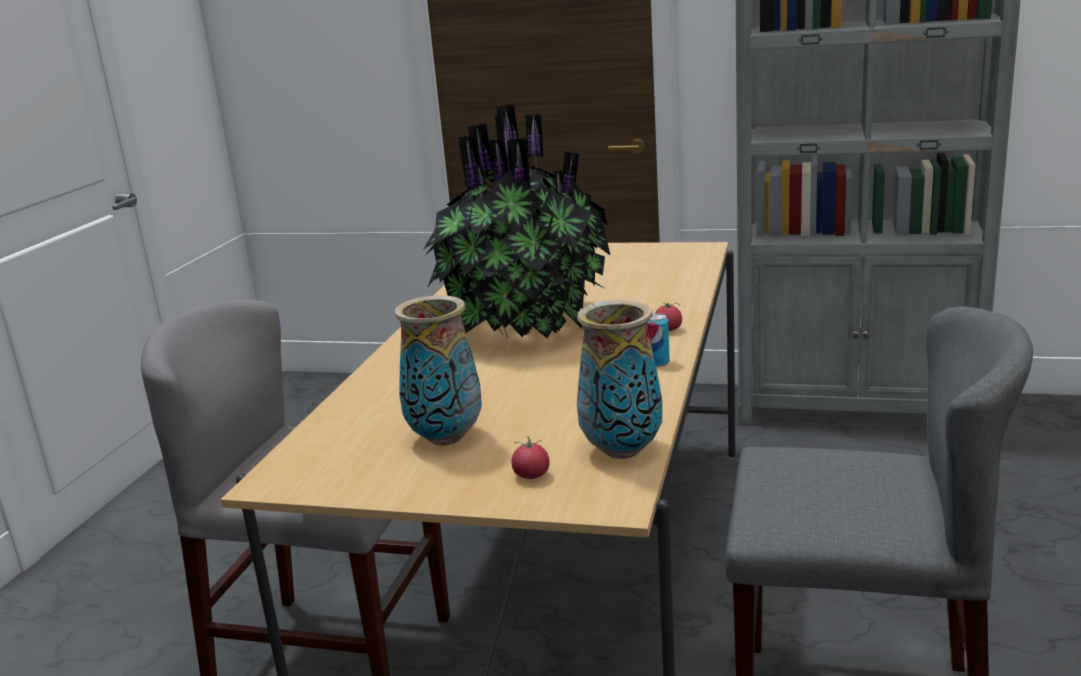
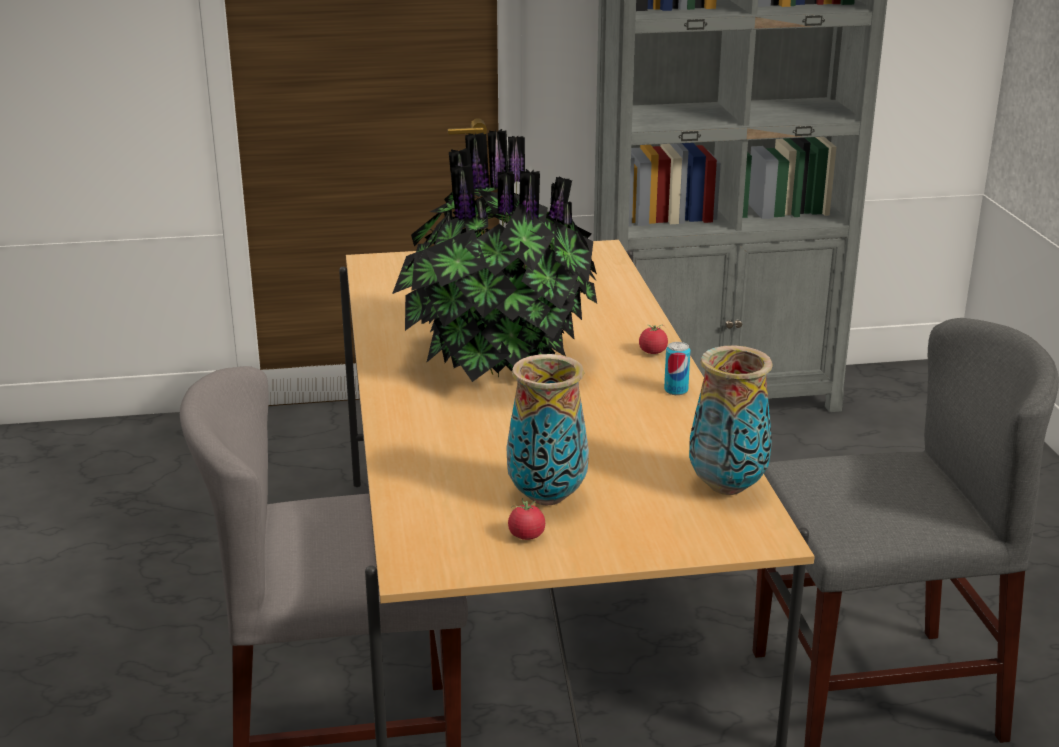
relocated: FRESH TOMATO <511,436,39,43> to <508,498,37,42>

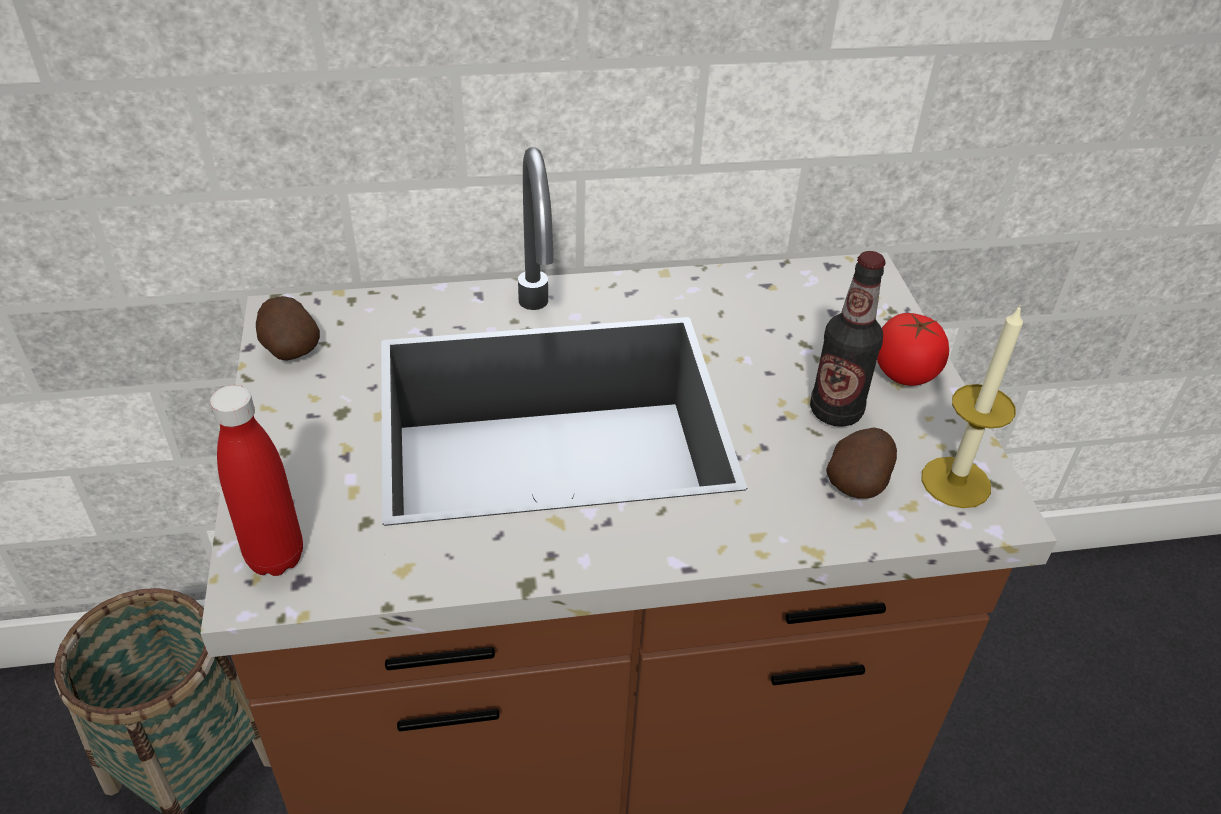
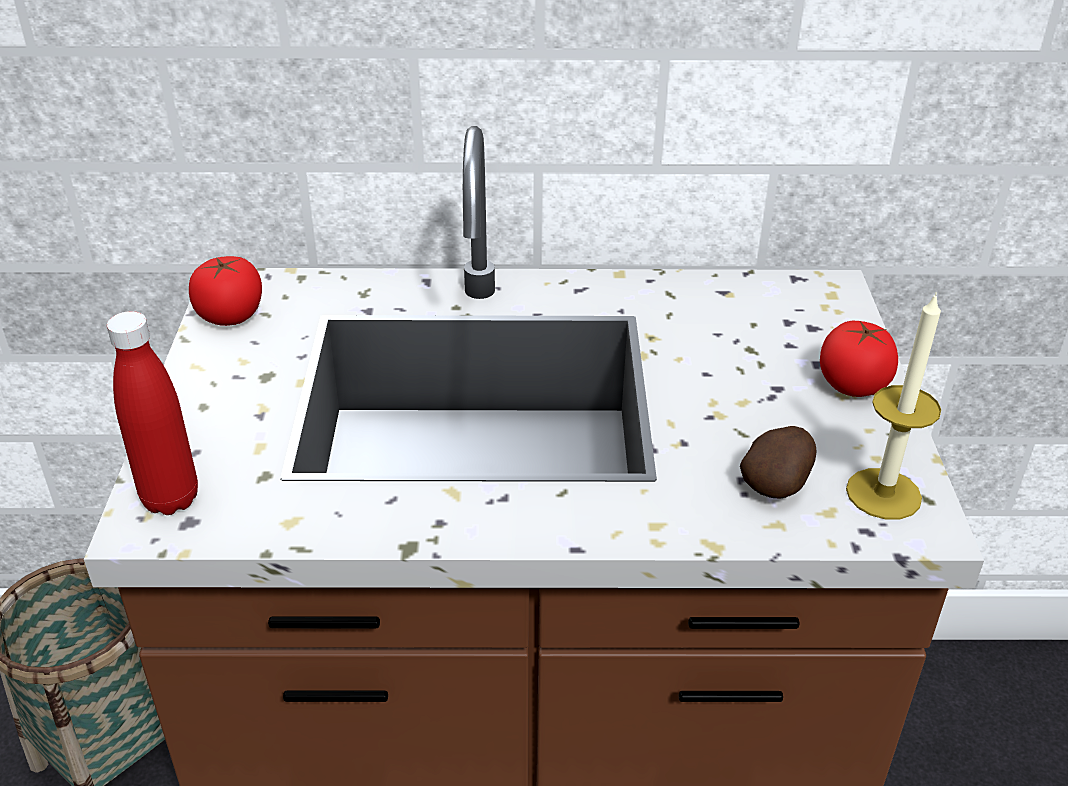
missing: DRINK BOTTLE <810,251,76,176>
exchanged: SPUD <256,296,64,65> to FRESH TOMATO <189,256,73,70>

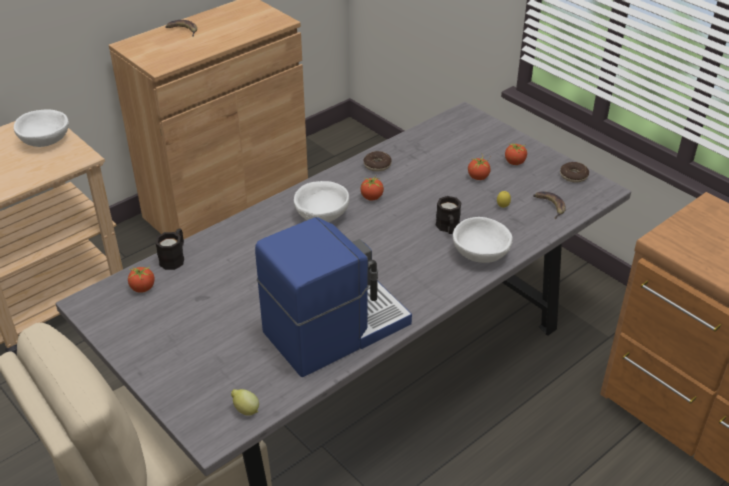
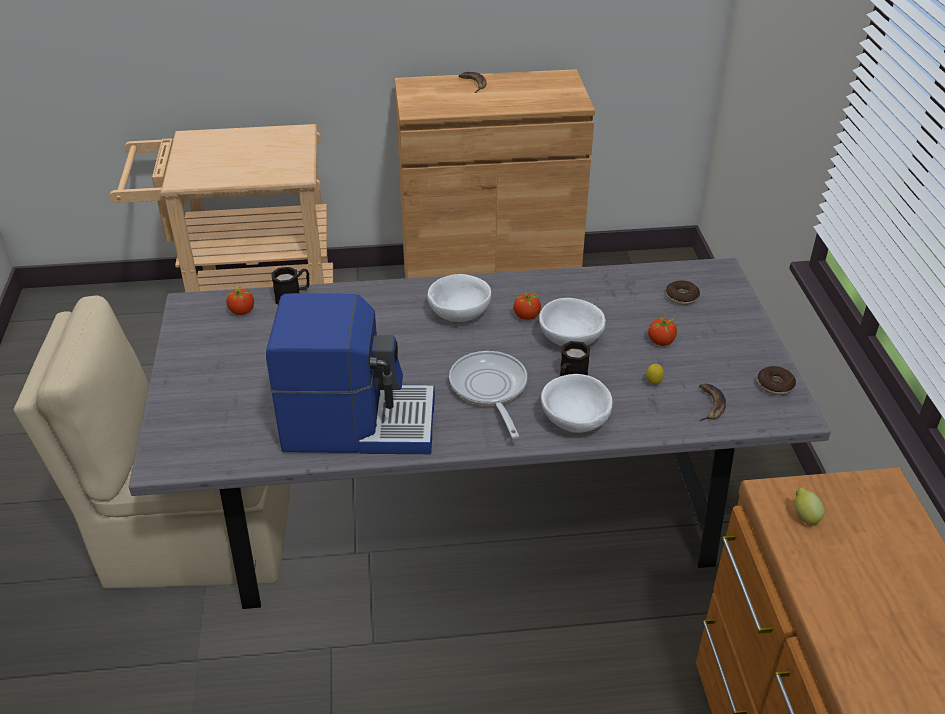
missing: FRESH TOMATO <505,143,23,22>
appeared: SKILLET <449,351,78,87>
relocated: WHITE BOWL <14,109,55,38> to <539,298,67,48>; LEMON <231,389,28,27> to <794,487,31,38>; RING DOUGHNUT <364,151,28,21> to <666,280,34,25>

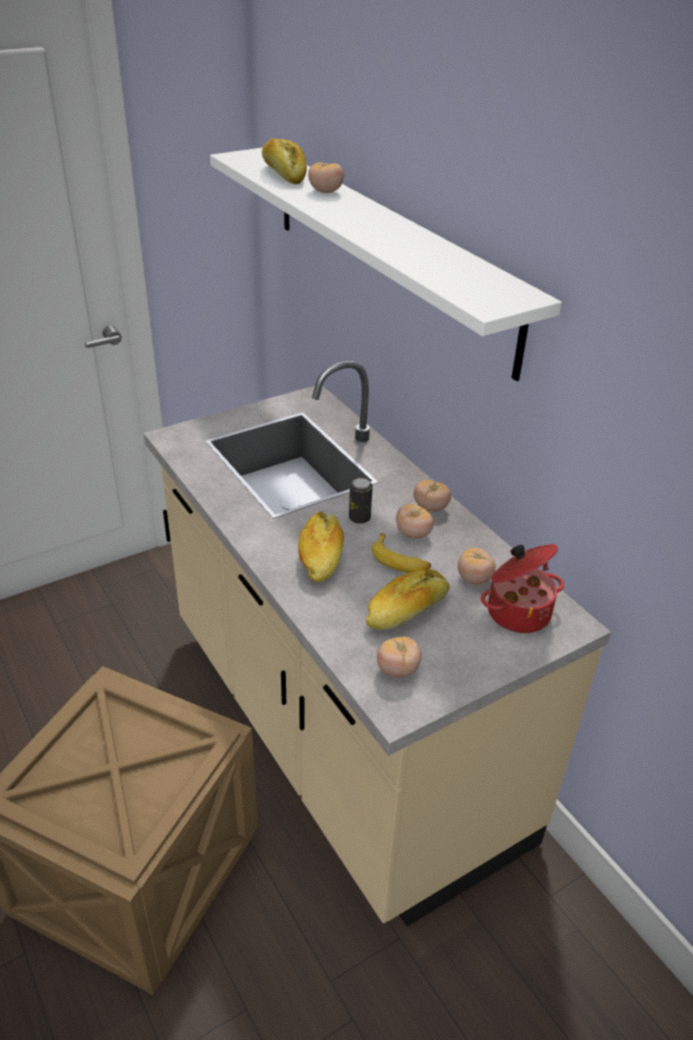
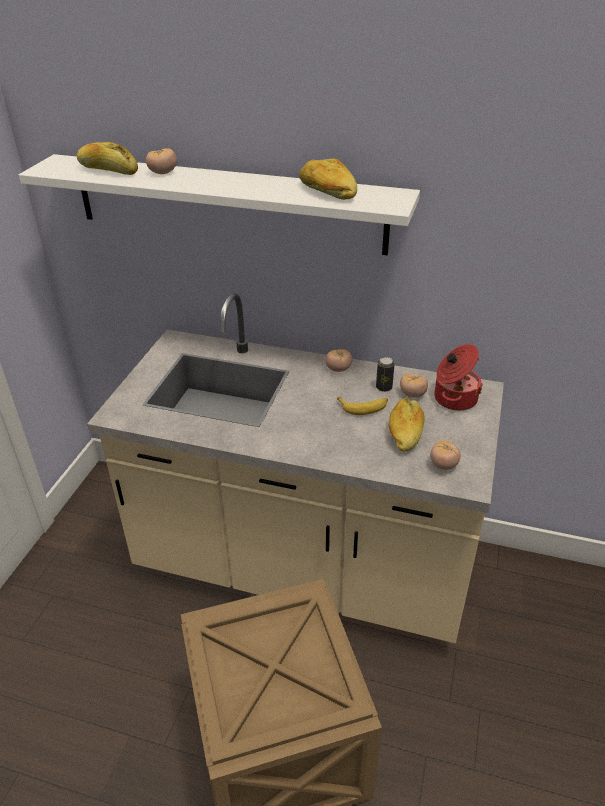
missing: FRESH TOMATO <396,504,38,35>
relocated: BREAD <298,512,46,71> to <299,158,58,42>; METAL CAN <349,478,24,46> to <376,357,19,35>

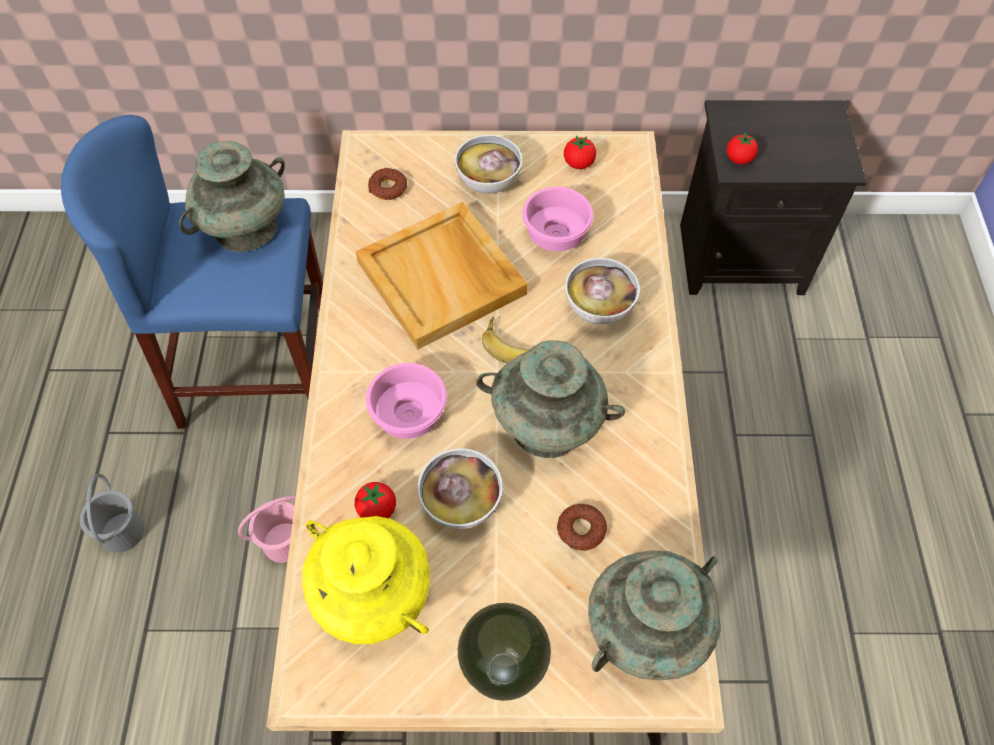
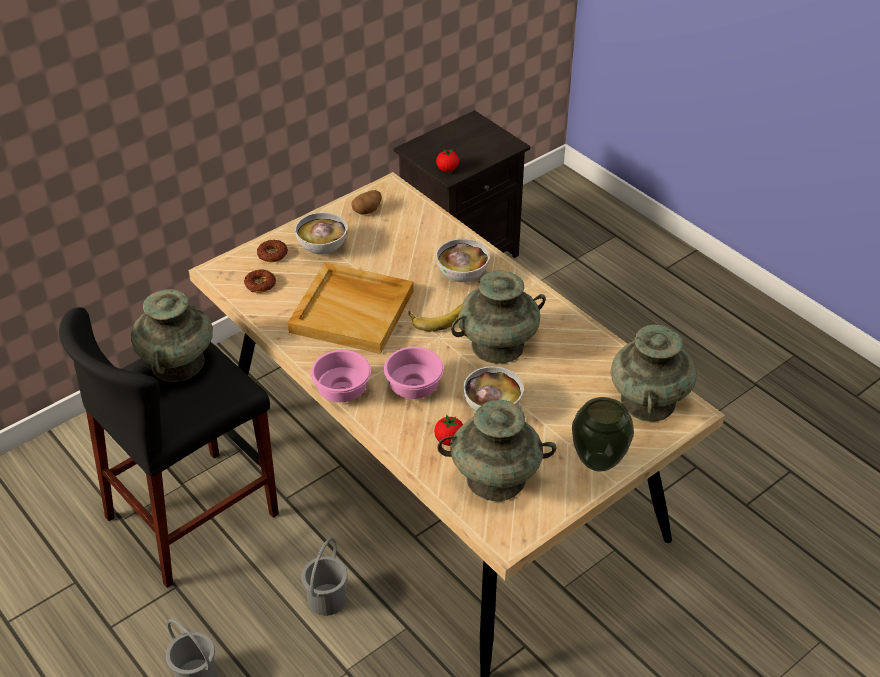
relocated: PINK-COLOURED BOWL <522,187,71,64> to <311,350,60,52>; RING DOUGHNUT <557,504,50,47> to <257,240,31,22>
exchanged: FRESH TOMATO <564,136,32,33> to SPUD <351,190,31,25>
colour: BLUE SITTING STOOL <61,115,262,314> to BLACKISH SITTING STOOL <59,307,220,281>; PINK-COLOURED WATER BUCKET <238,496,58,67> to GREY WATER BUCKET <301,538,46,78>; YELLOW-COLOURED VASE <303,516,127,128> to BLUE-GREEN VASE <437,400,119,101>

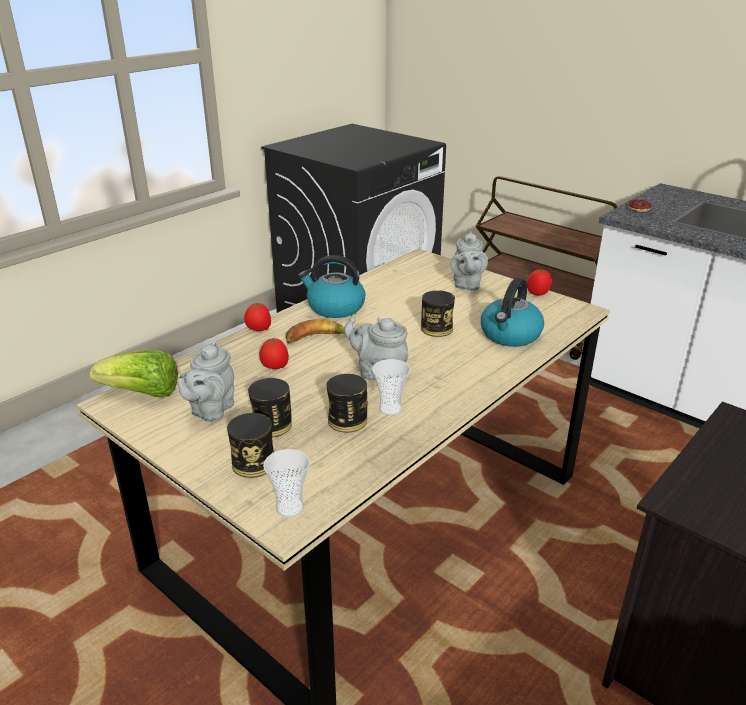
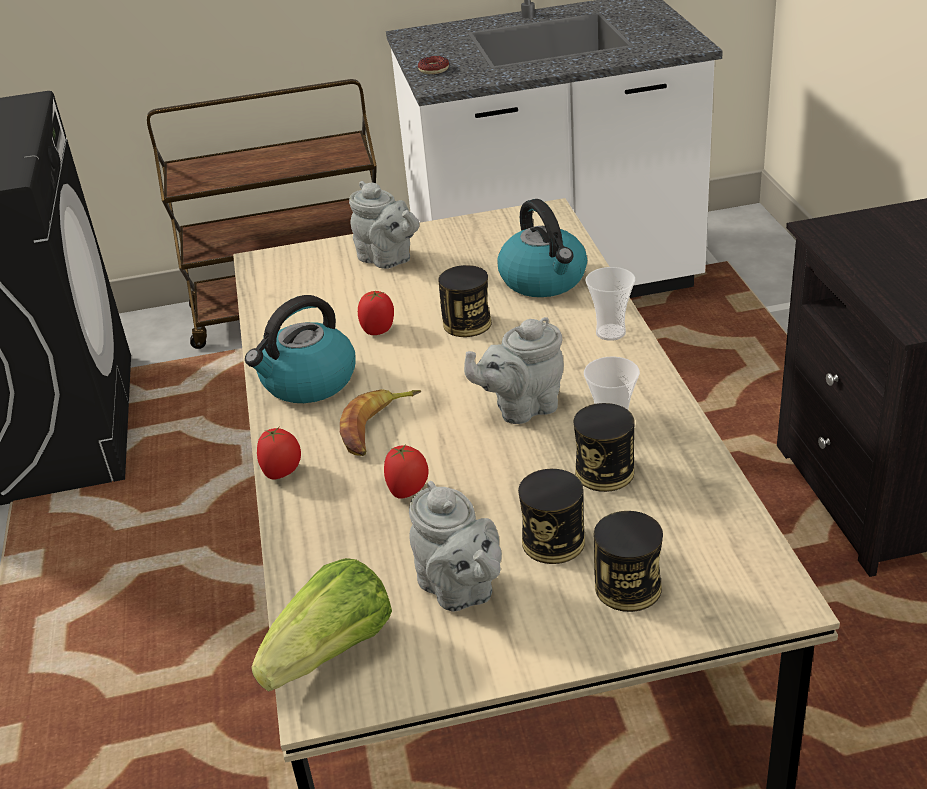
relocated: SMALL CUP <263,449,47,69> to <586,267,49,74>; FRESH TOMATO <527,269,25,27> to <358,291,36,44>

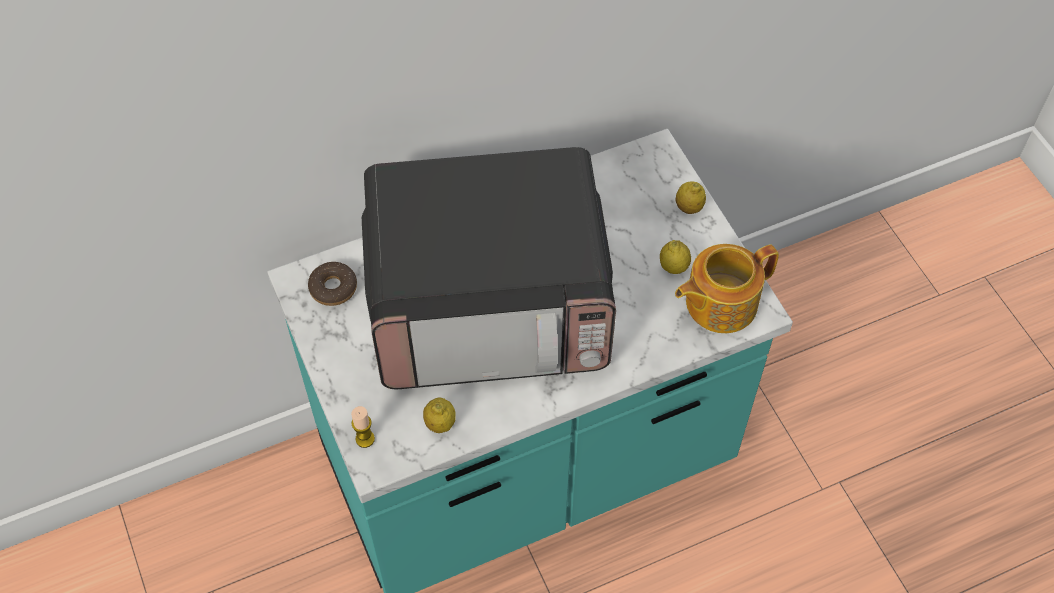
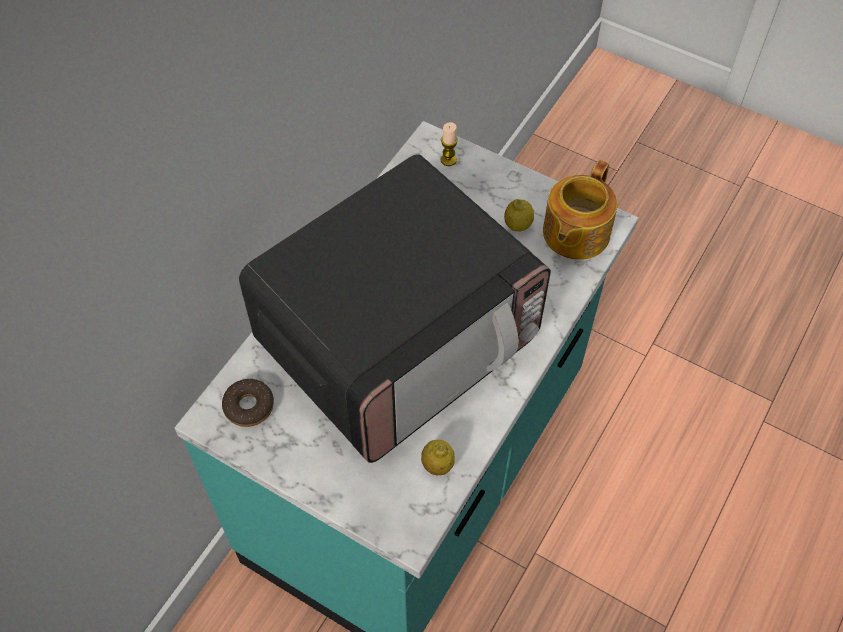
missing: LEMON <675,181,31,33>
relocated: WAX LIGHT <351,406,24,42> to <441,122,17,44>

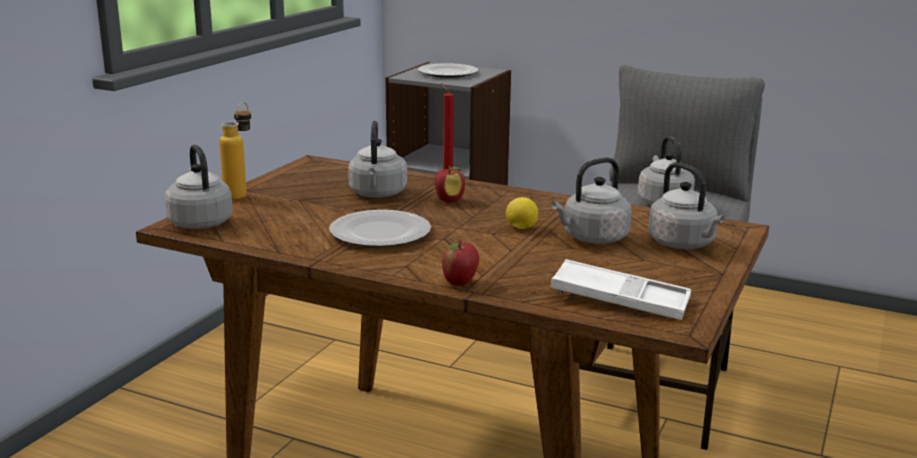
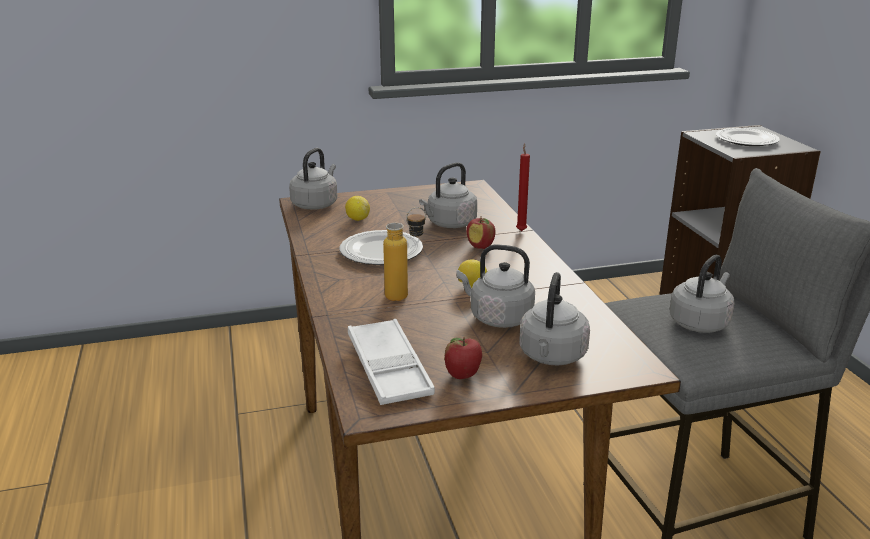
appeared: LEMON <345,196,25,25>
relocated: DRINK BOTTLE <219,102,32,98> to <383,207,43,94>; APPLE <442,240,37,46> to <445,337,37,42>

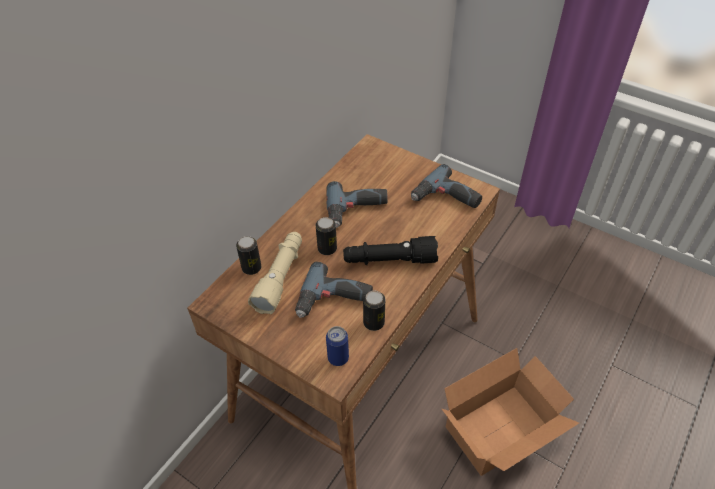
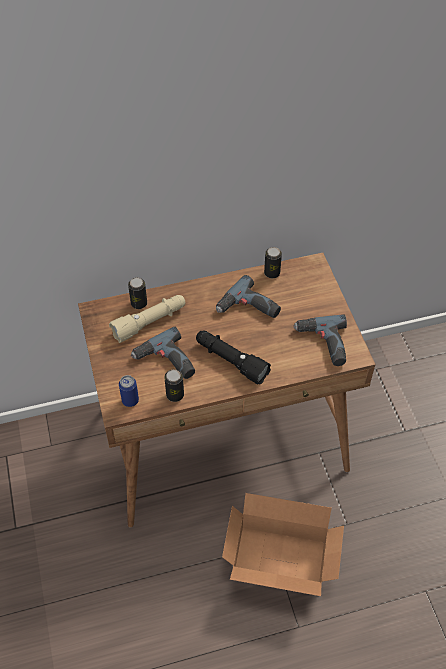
relocated: METAL CAN <316,217,21,38> to <264,247,18,31>

